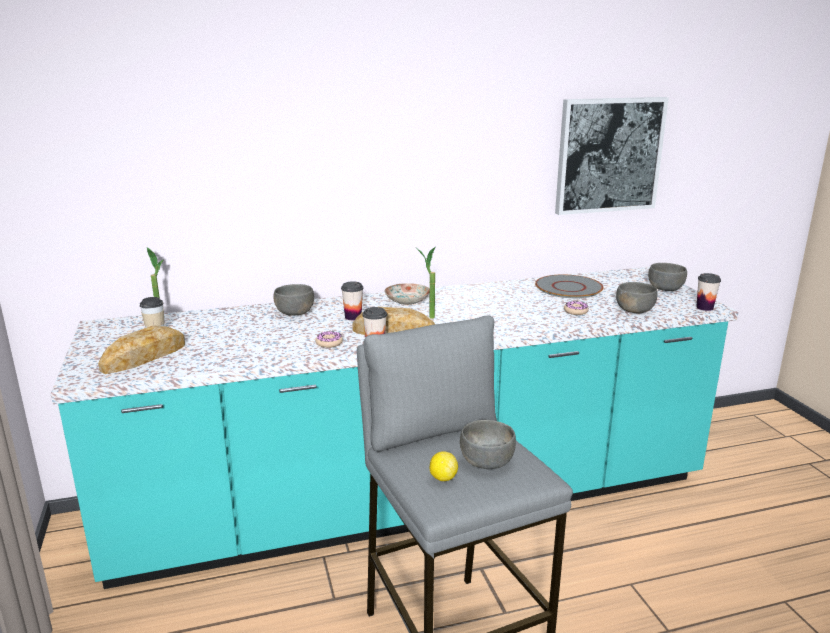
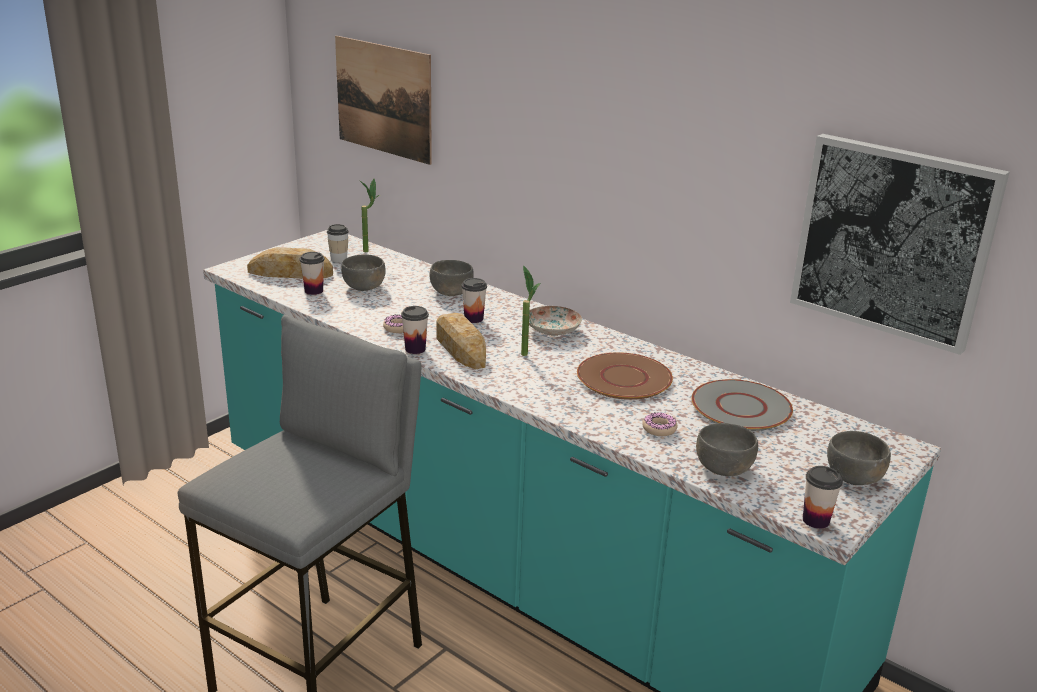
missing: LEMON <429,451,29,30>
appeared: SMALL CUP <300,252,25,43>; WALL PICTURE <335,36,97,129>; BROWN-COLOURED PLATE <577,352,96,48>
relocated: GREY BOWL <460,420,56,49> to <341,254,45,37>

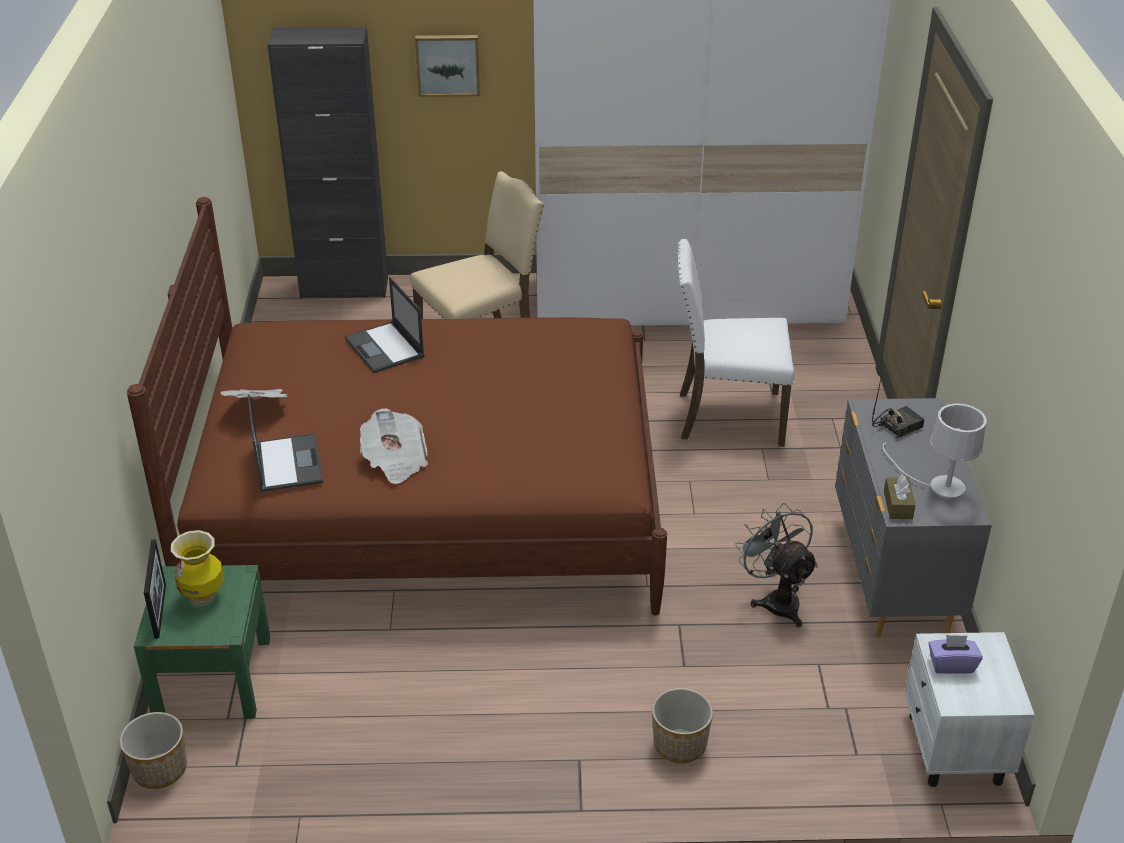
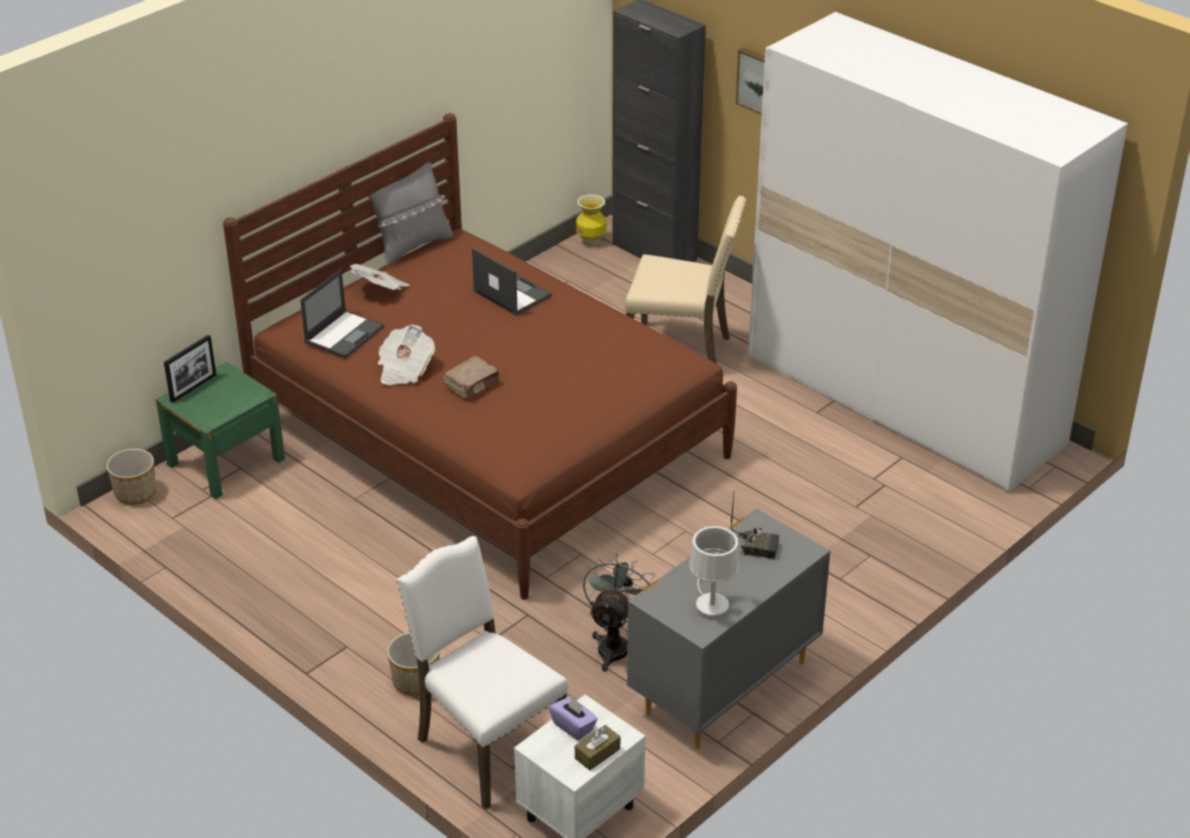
appeared: GREY CUSHION <368,162,85,105>; BROWN-COLOURED BOUND BOOK <444,356,56,43>
relocated: VASE <171,530,52,76> to <576,194,31,52>; WHITE PLAIN CHAIR <678,239,117,208> to <396,536,172,273>; BROWN-COLOURED BOX OF TISSUES <884,474,31,45> to <575,725,45,45>
spun: NOTEBOOK COMPUTER <345,277,80,96> = <472,248,80,67> 120 degrees clockwise

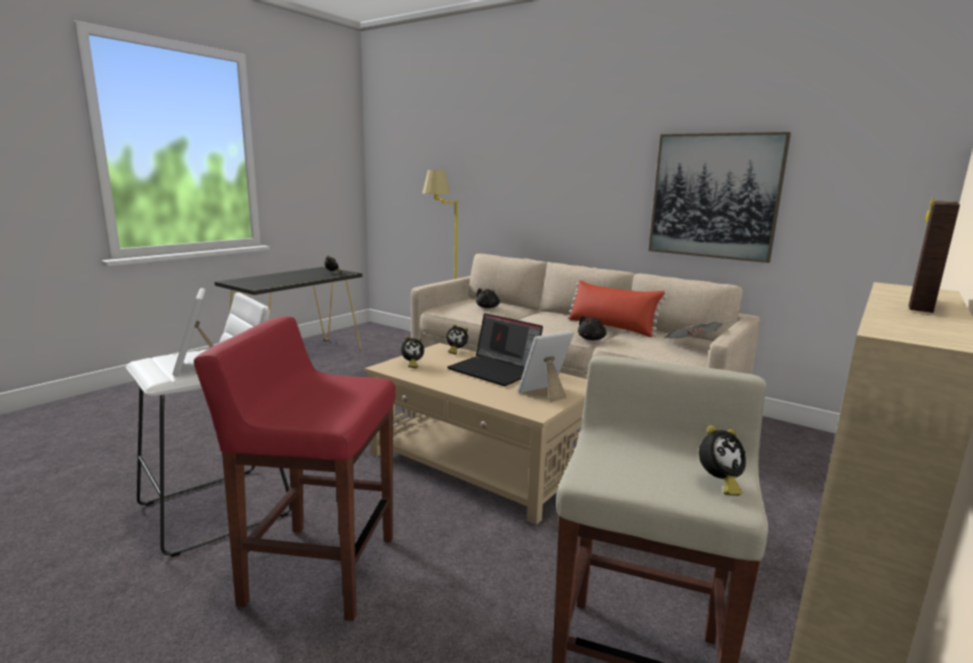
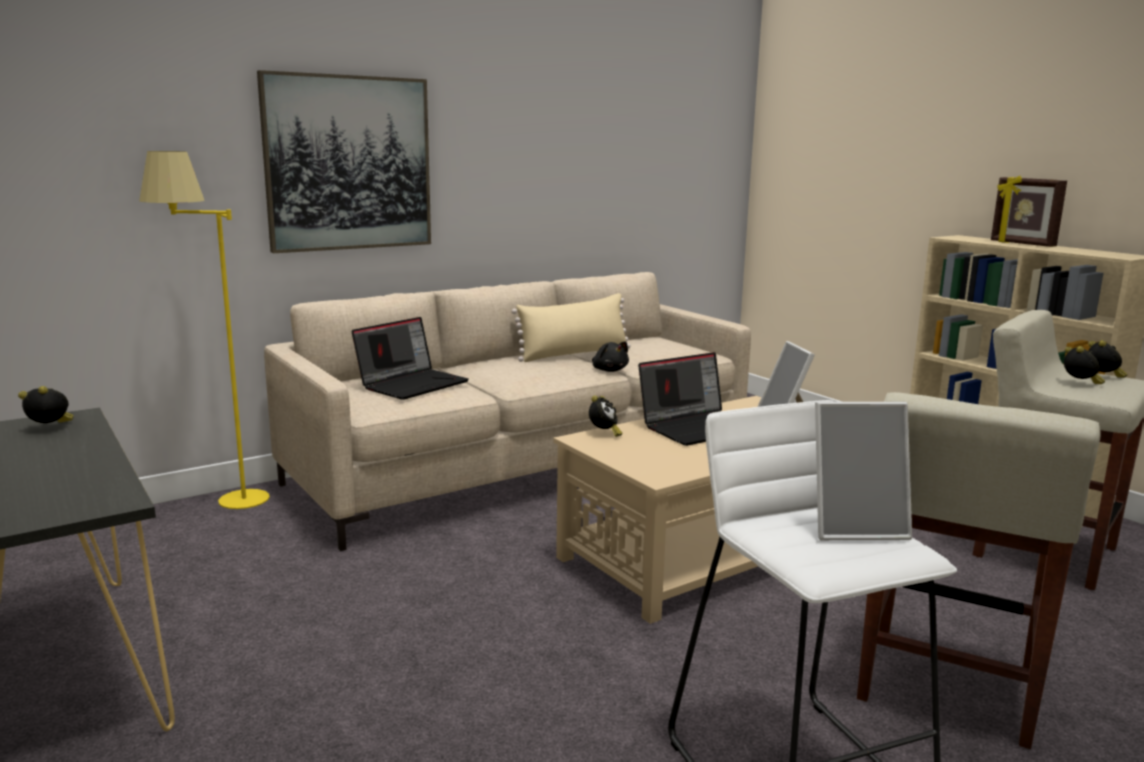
missing: PRINTED PAPER <664,322,59,17>
relocated: TABLE CLOCK <401,336,23,32> to <1064,346,41,38>; WALL PICTURE <648,132,143,131> to <257,70,174,183>
exchanged: BLACKISH SOFT TOY <476,288,24,20> to NOTEBOOK COMPUTER <352,317,117,83>
colour: REDDISH SITTING STOOL <194,316,201,305> to BEIGE-COLOURED SITTING STOOL <857,392,244,357>; REDDISH CUSHION <567,280,100,57> to BEIGE-COLOURED CUSHION <512,293,119,69>

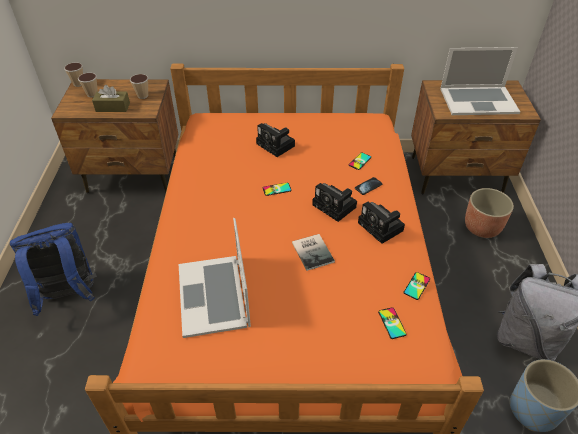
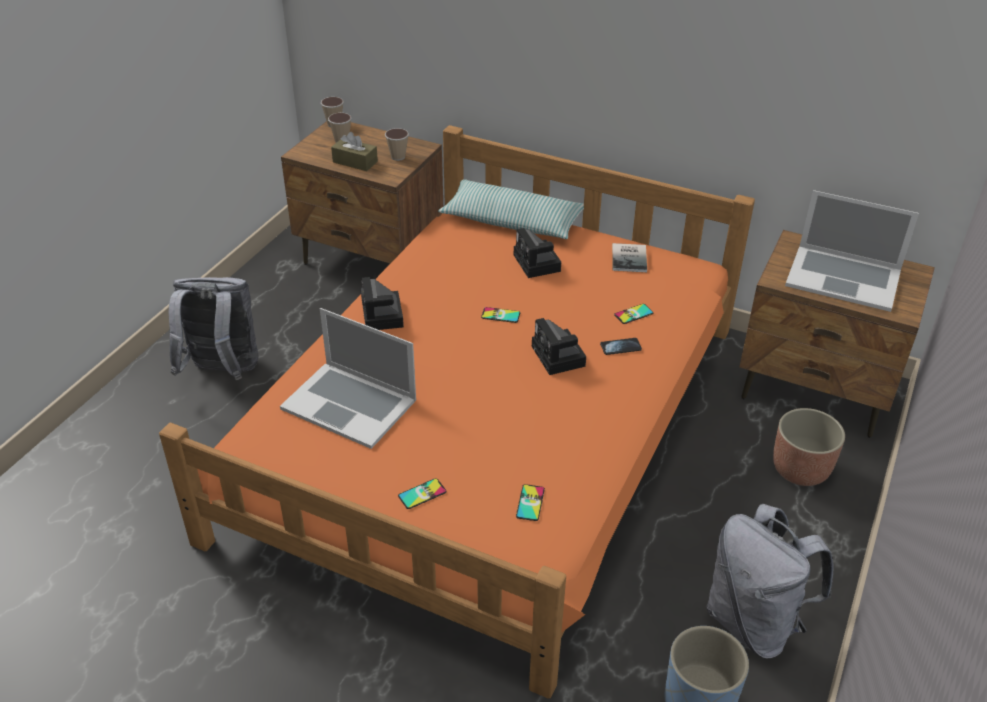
appeared: CUSHION <438,179,146,60>
relocated: BOUND BOOK <292,234,43,37> to <612,243,35,29>; PHOTO CAMERA <358,202,47,42> to <361,277,43,53>; TELEPHONE <403,272,27,28> to <398,478,49,31>
colour: BLUE KNAPSACK <10,223,87,93> to GREY KNAPSACK <169,277,89,103>
spun: NOTEBOOK COMPUTER <179,218,72,120> = <280,308,136,141> 75 degrees counterclockwise

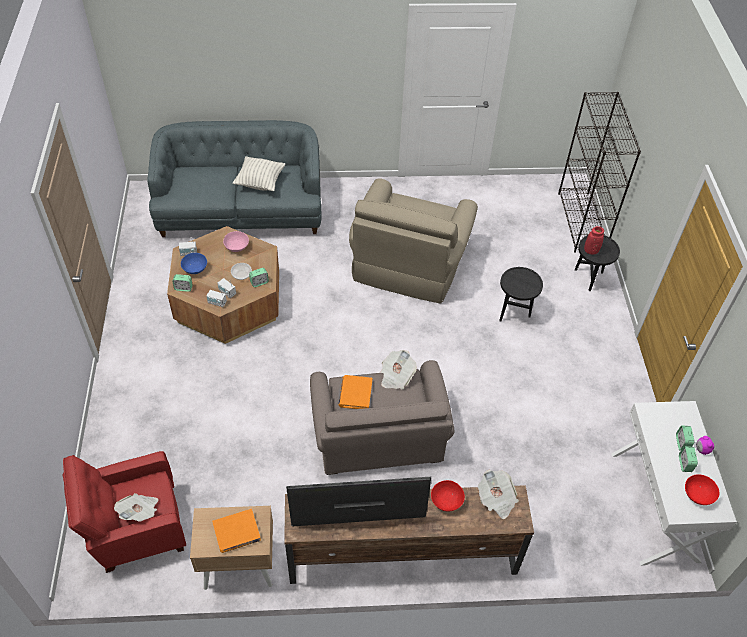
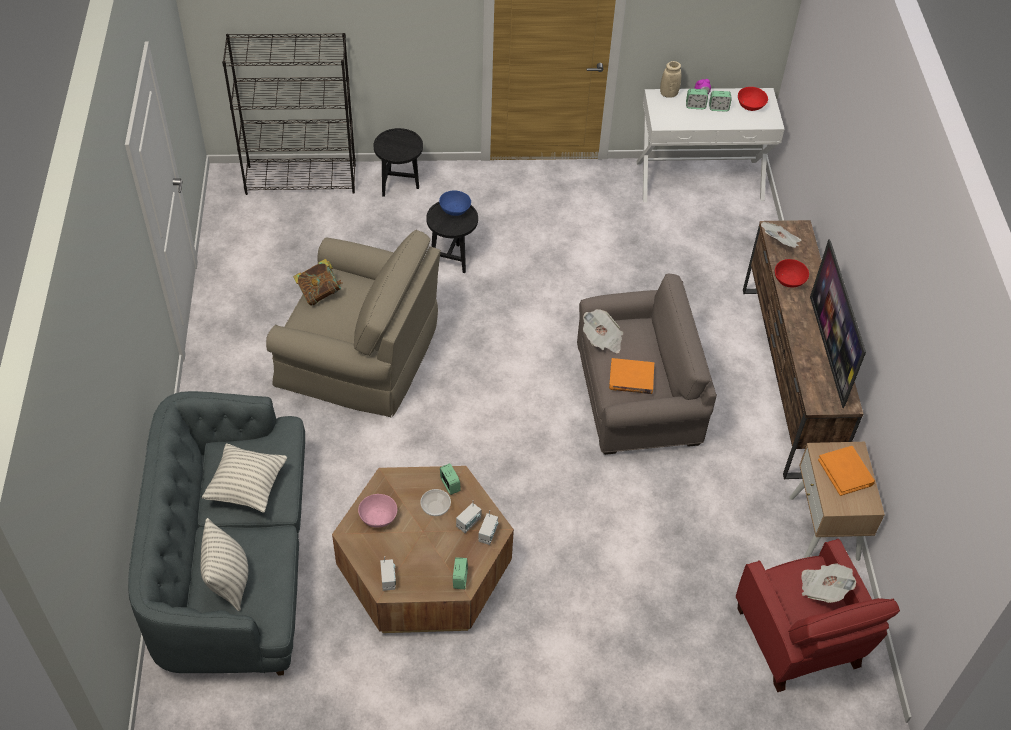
missing: REDDISH VASE <584,226,20,28>
appeared: CUSHION <201,518,47,93>; BOUND BOOK <293,258,50,48>; BEIGE-COLOURED VASE <660,61,21,37>
relocated: BLUE BOWL <181,253,26,21> to <439,190,32,26>

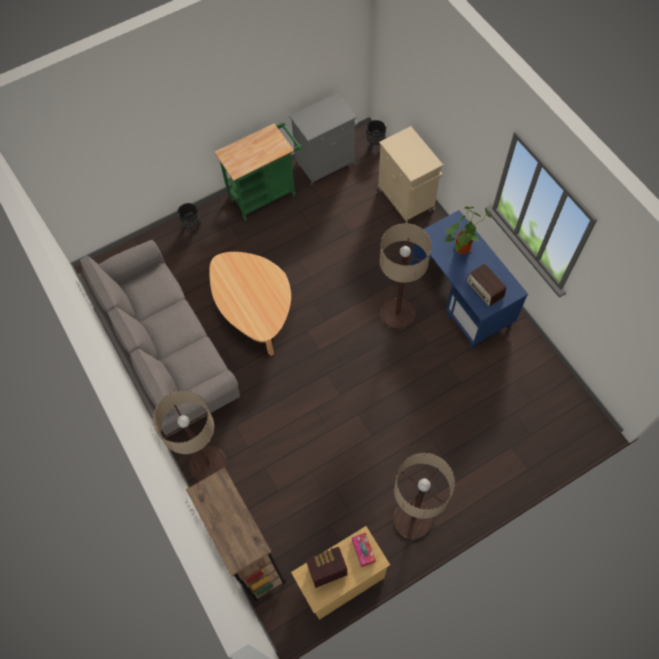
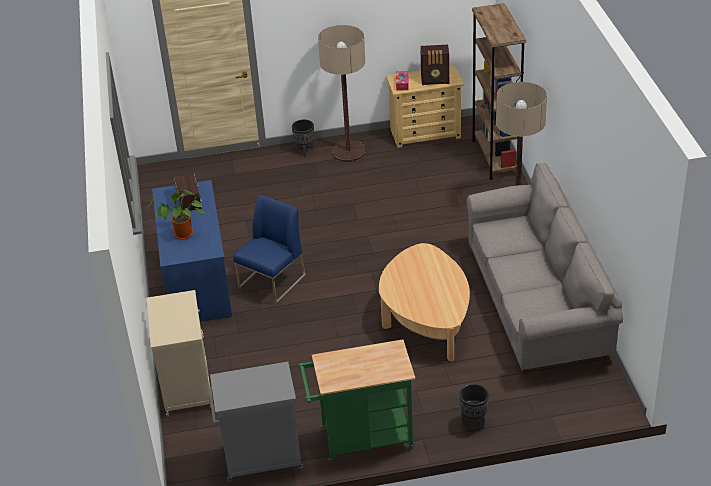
relocated: BLACKISH PLANT POT <366,120,20,32> to <292,120,22,37>
exchanged: STANDARD LAMP <380,223,51,107> to BLUE PLAIN CHAIR <233,194,73,110>

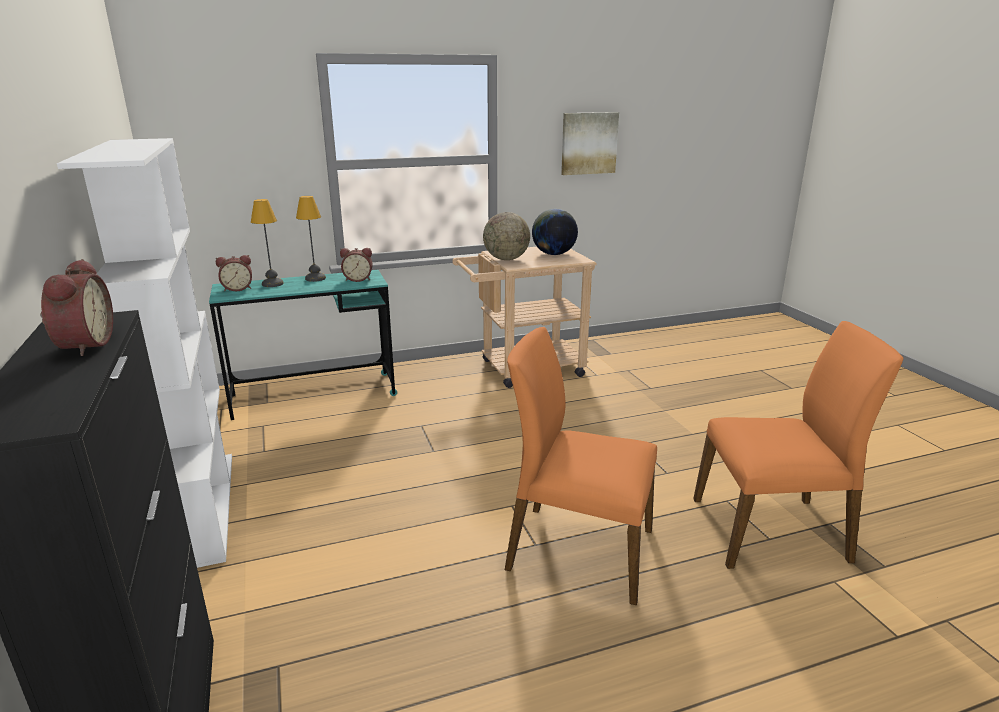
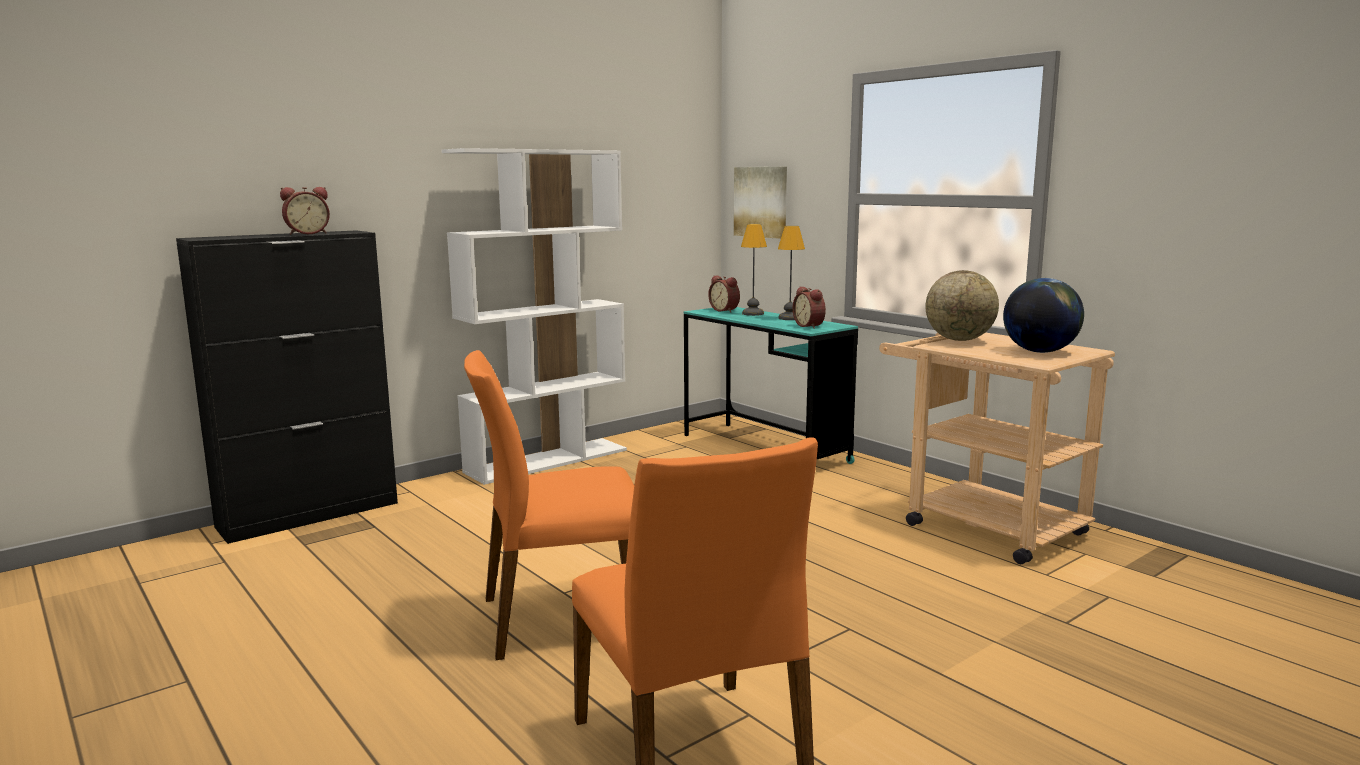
relocated: WALL PICTURE <561,112,58,63> to <734,167,53,72>
spun: ORANGEY PLAIN CHAIR <505,327,152,278> = <464,350,170,310> 105 degrees counterclockwise

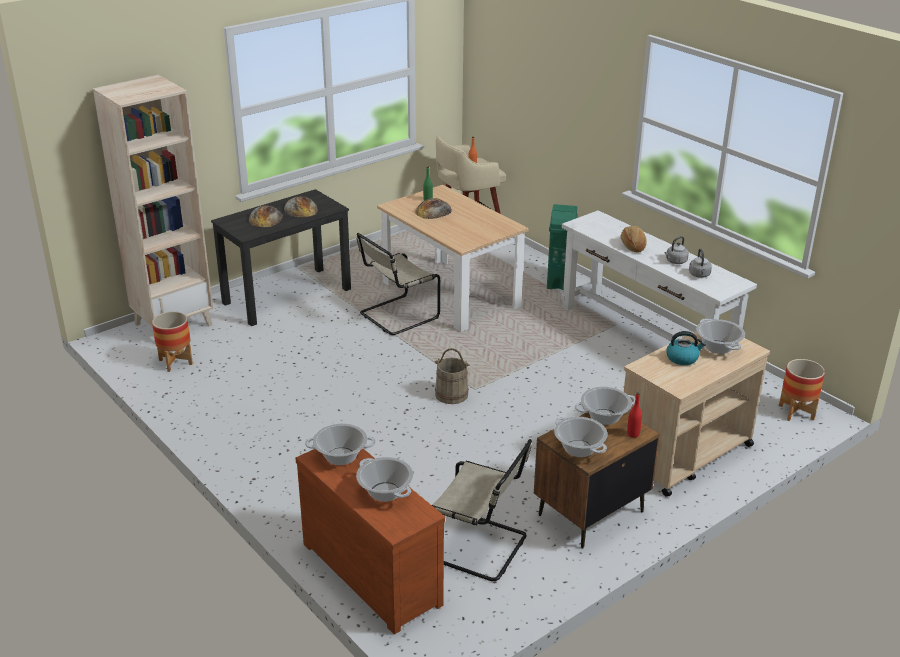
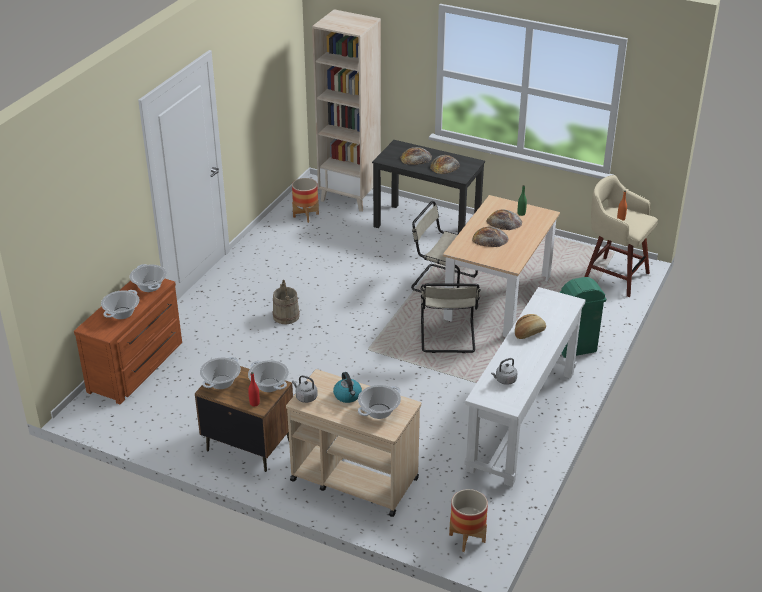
appeared: BREAD <472,227,37,20>
relocated: BEIGE-COLOURED PLAIN CHAIR <432,439,100,142> to <420,283,61,70>; BEIGE-COLOURED WATER BUCKET <435,348,35,56> to <273,280,27,44>; GREY TEA KETTLE <665,236,24,28> to <292,375,26,28>

